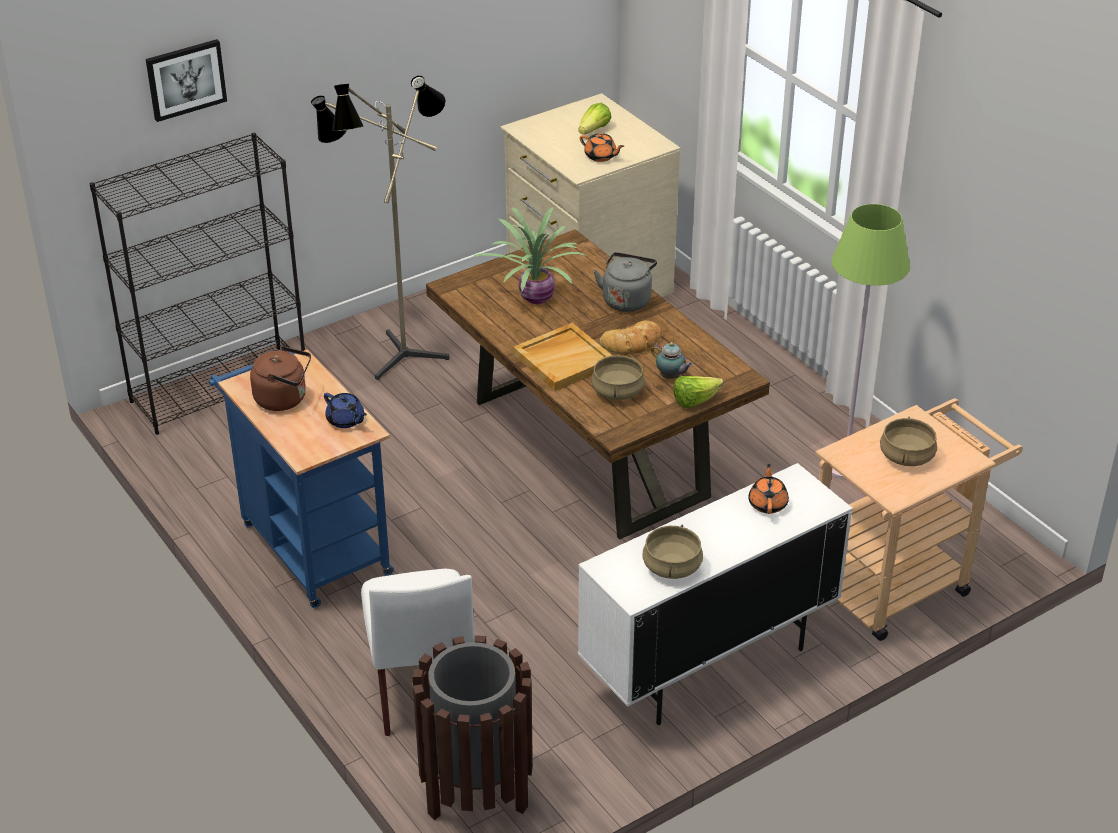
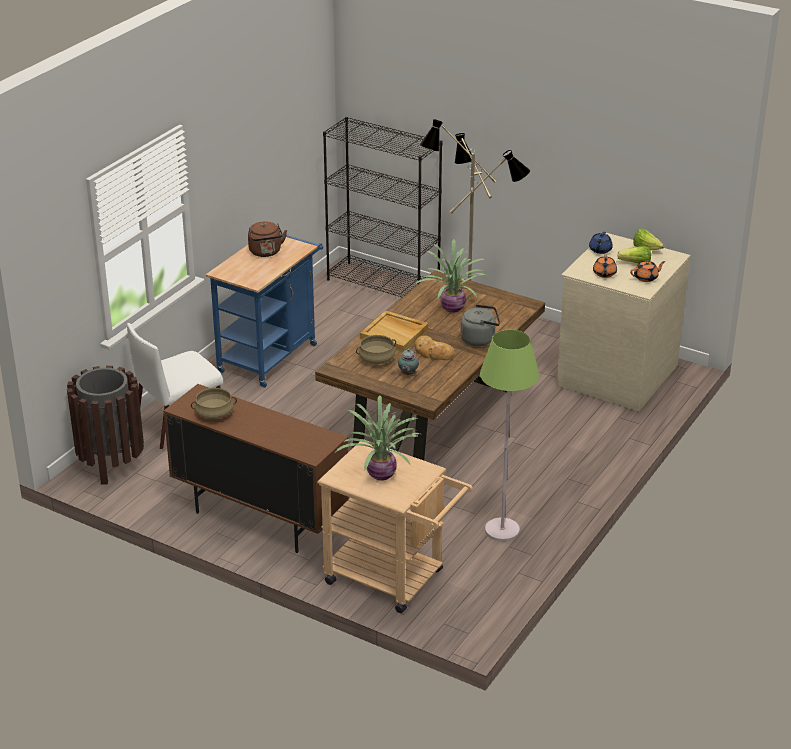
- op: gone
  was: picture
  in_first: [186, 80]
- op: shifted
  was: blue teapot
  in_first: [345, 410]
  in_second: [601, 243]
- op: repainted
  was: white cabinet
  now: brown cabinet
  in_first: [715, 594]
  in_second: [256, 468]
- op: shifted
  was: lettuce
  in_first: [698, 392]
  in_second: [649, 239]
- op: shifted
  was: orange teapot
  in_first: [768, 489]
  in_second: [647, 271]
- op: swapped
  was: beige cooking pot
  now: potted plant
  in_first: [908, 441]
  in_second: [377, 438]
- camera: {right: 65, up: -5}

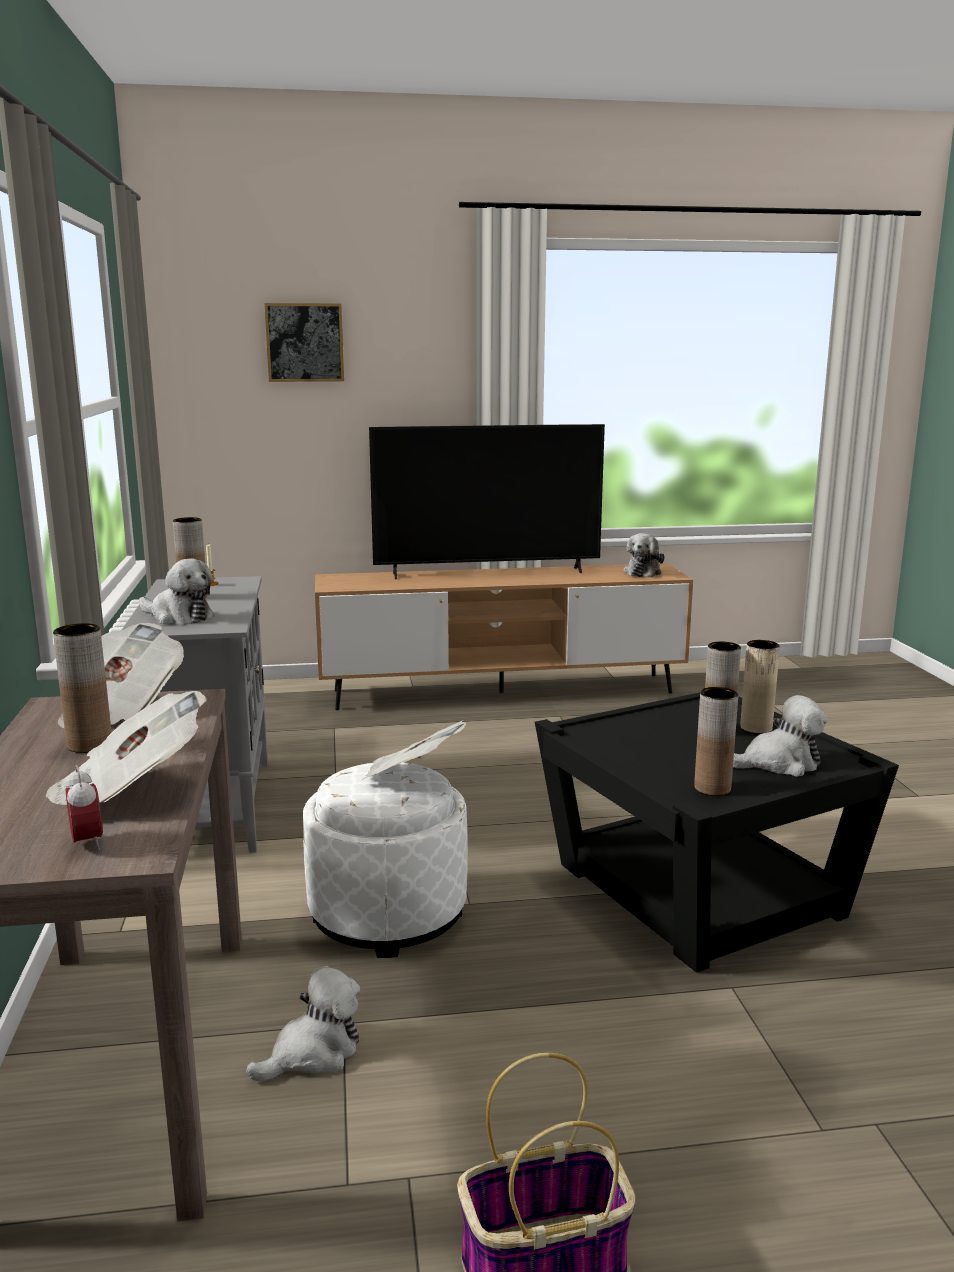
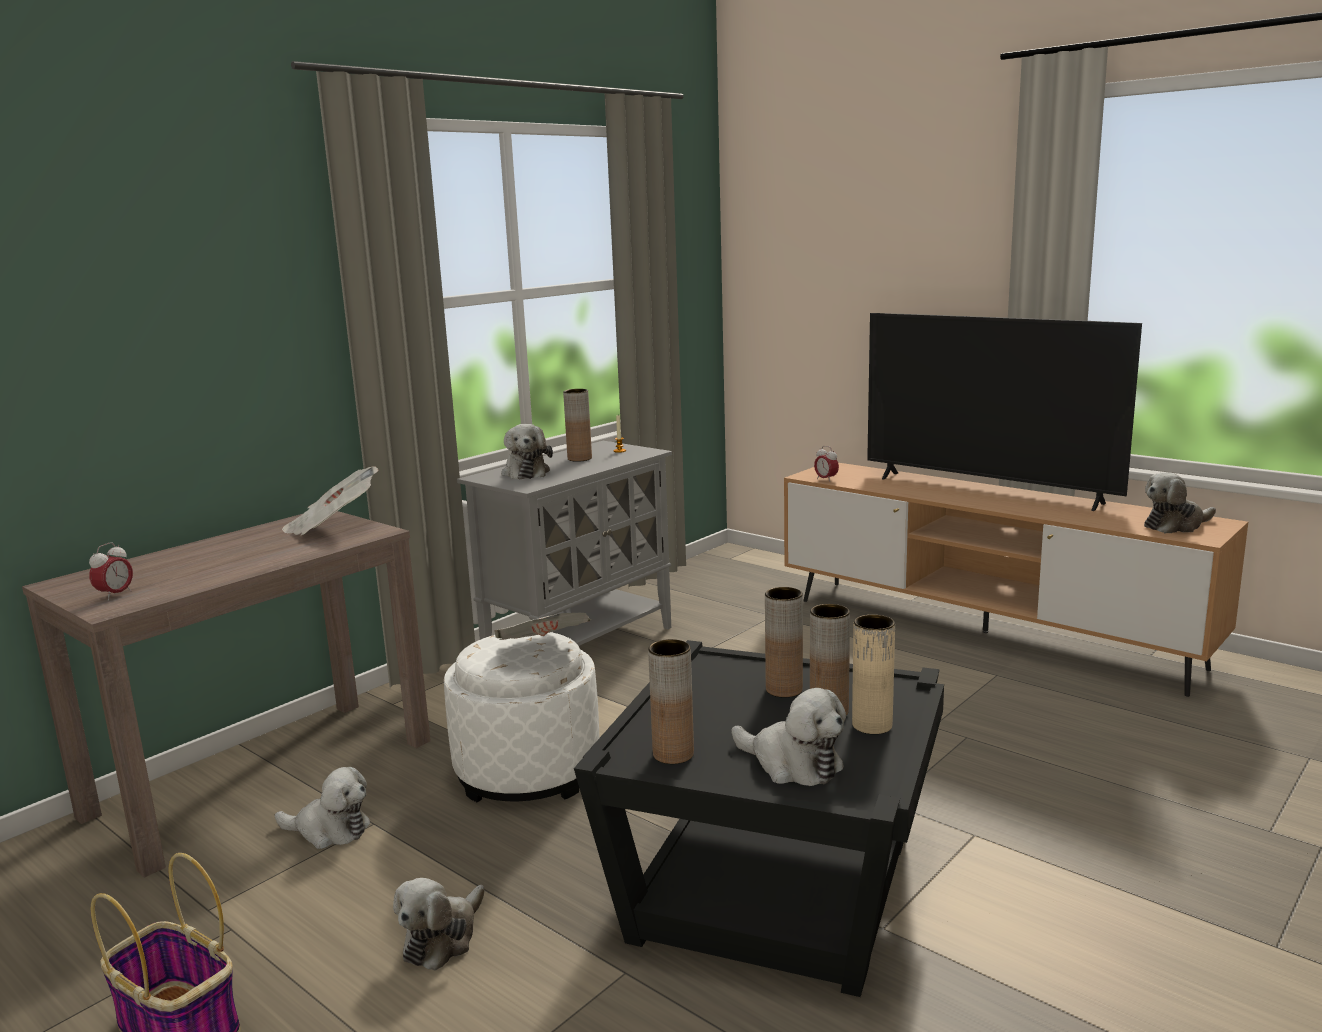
- op: gone
  was: newspaper
  in_first: [126, 748]
- op: shifted
  was: brown vase
  in_first: [82, 688]
  in_second: [784, 642]
- op: gone
  was: picture
  in_first: [304, 342]
- op: new
  now: plush toy
  in_second: [439, 924]
- op: new
  now: alarm clock
  in_second: [826, 464]
- camera: {right: 50, up: 0}

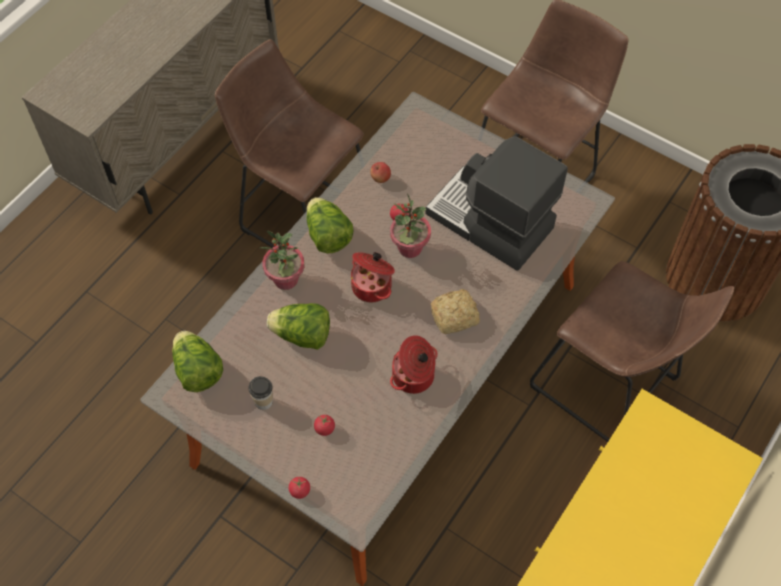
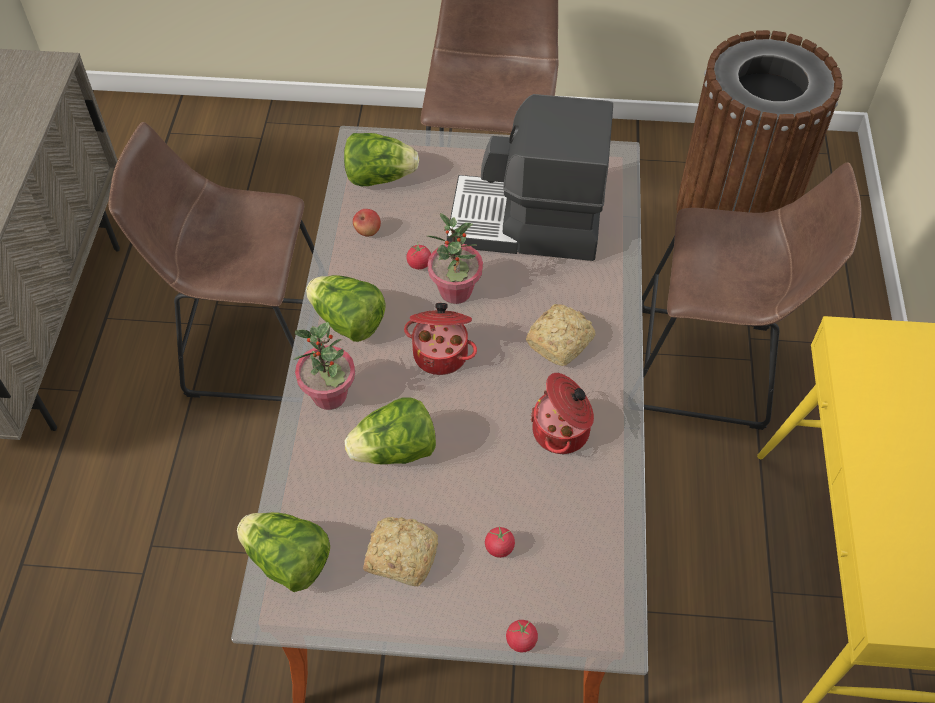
- op: swapped
  was: cup
  now: bread
  in_first: [260, 393]
  in_second: [400, 551]
- op: new
  now: lettuce
  in_second: [381, 159]
- camera: {right: -30, up: -5}

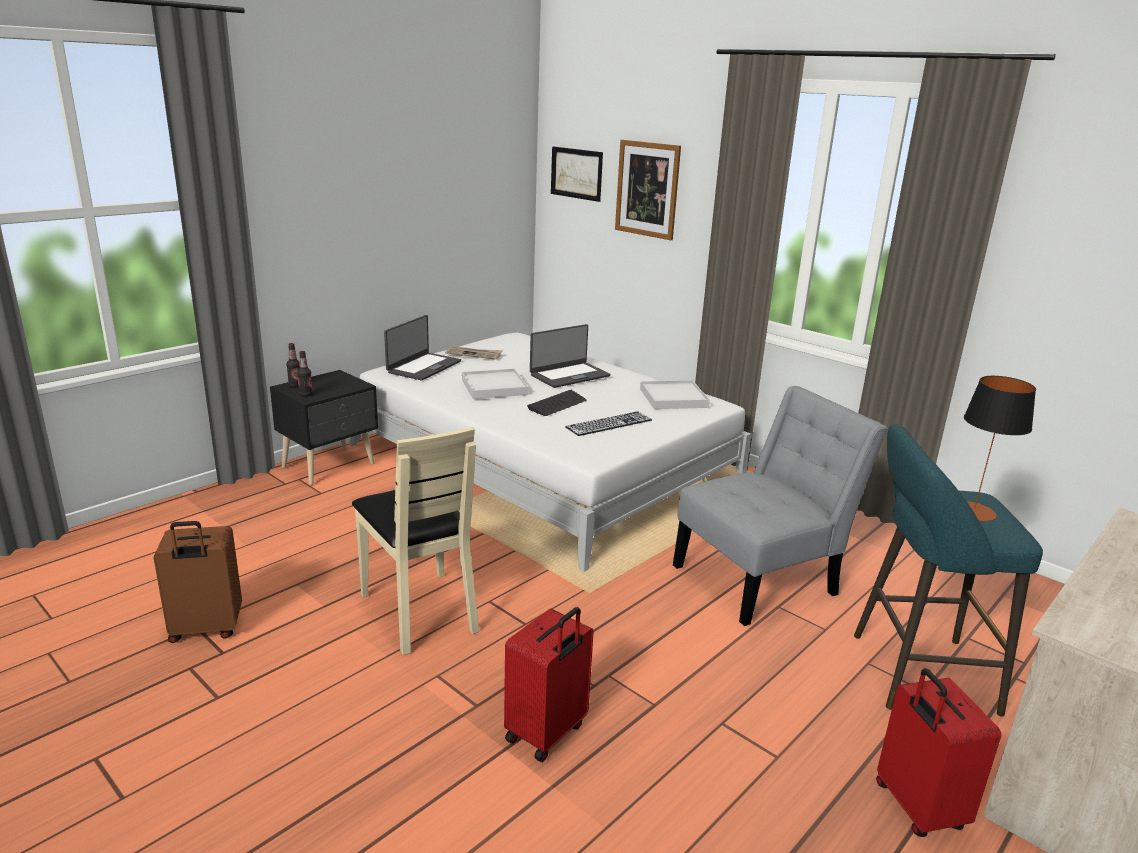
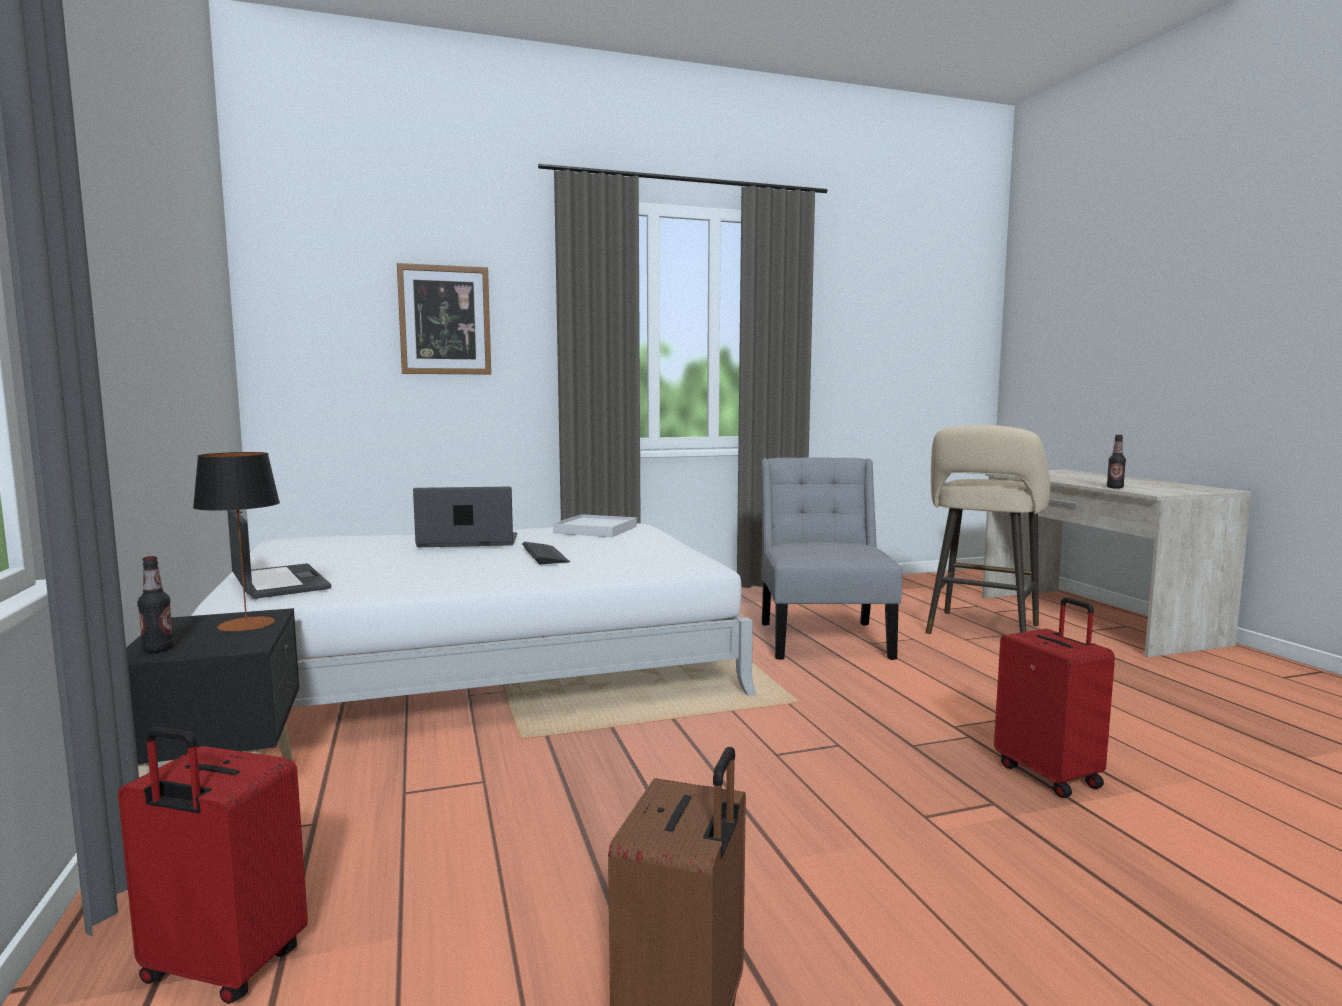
- op: shifted
  was: bottle
  in_first: [305, 374]
  in_second: [1116, 462]
- op: gone
  was: beige chair
  in_first: [415, 541]
- op: gone
  was: newspaper
  in_first: [474, 353]
- op: gone
  was: white tray
  in_first: [495, 384]
- op: rotated
  was: laptop
  in_first: [570, 356]
  in_second: [465, 517]
  clockwise: -90
- op: gone
  was: picture
  in_first: [577, 174]
- op: gone
  was: keyboard
  in_first: [608, 424]
- op: repainted
  was: turquoise stool
  now: beige stool
  in_first: [948, 570]
  in_second: [988, 529]
- op: shifted
  was: red suitcase
  in_first: [938, 752]
  in_second: [213, 865]
- op: shifted
  was: table lamp
  in_first: [1000, 448]
  in_second: [236, 542]
- camera: {right: -60, up: -15}

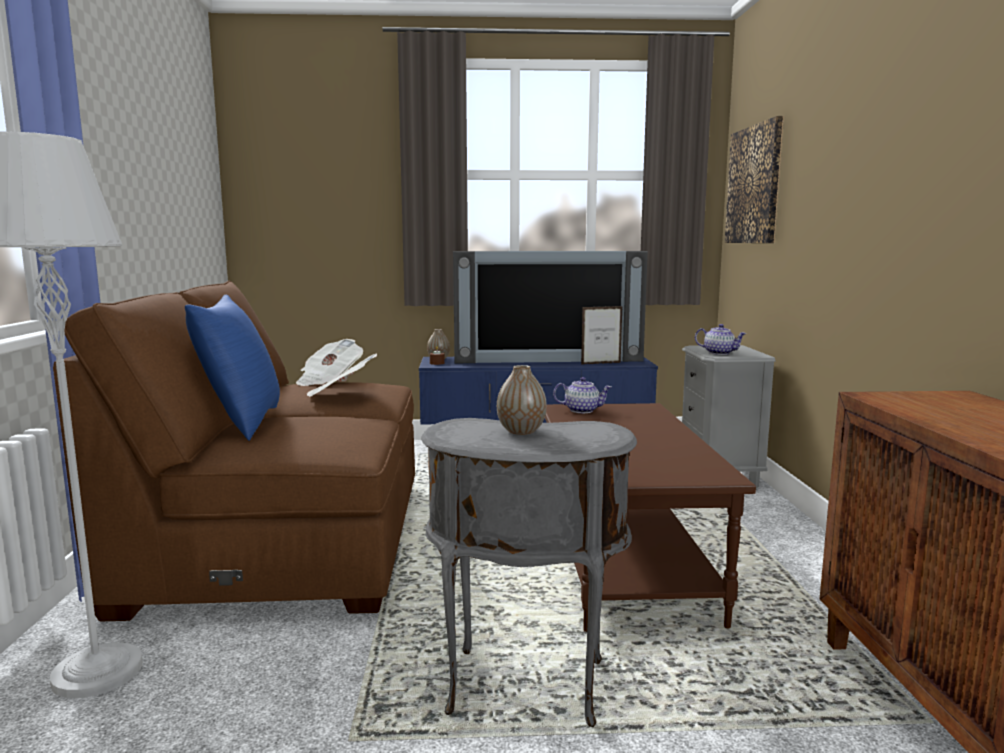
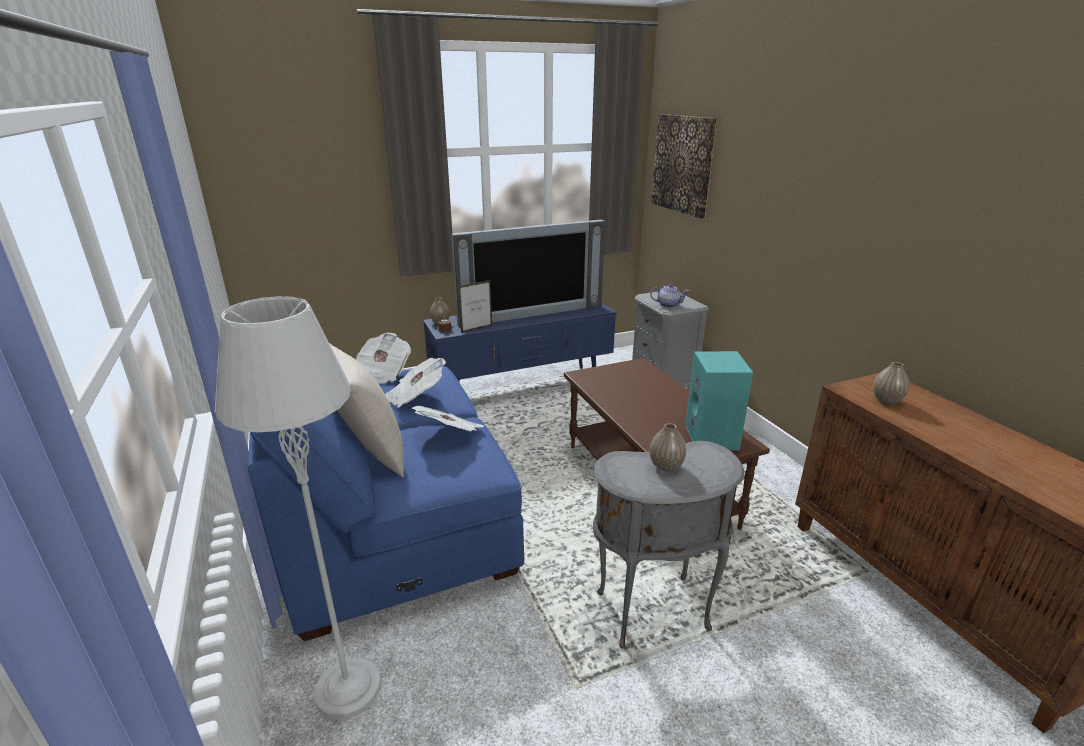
- op: repainted
  was: brown sofa
  now: blue sofa
  in_first: [234, 451]
  in_second: [386, 503]
- op: repainted
  was: blue pillow
  now: beige pillow
  in_first: [232, 368]
  in_second: [366, 410]
- op: gone
  was: teapot
  in_first: [582, 395]
- op: shifted
  was: picture frame
  in_first: [602, 335]
  in_second: [475, 306]
- op: new
  now: newspaper
  in_second: [448, 418]
- op: new
  now: turquoise speaker
  in_second: [719, 400]
- op: new
  now: vase
  in_second: [891, 383]
- camera: {right: -20, up: 15}

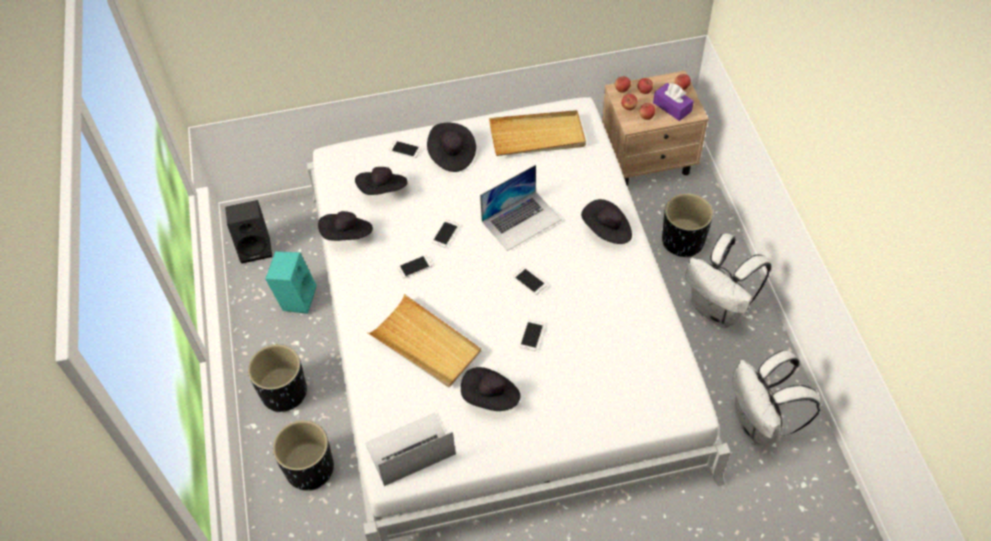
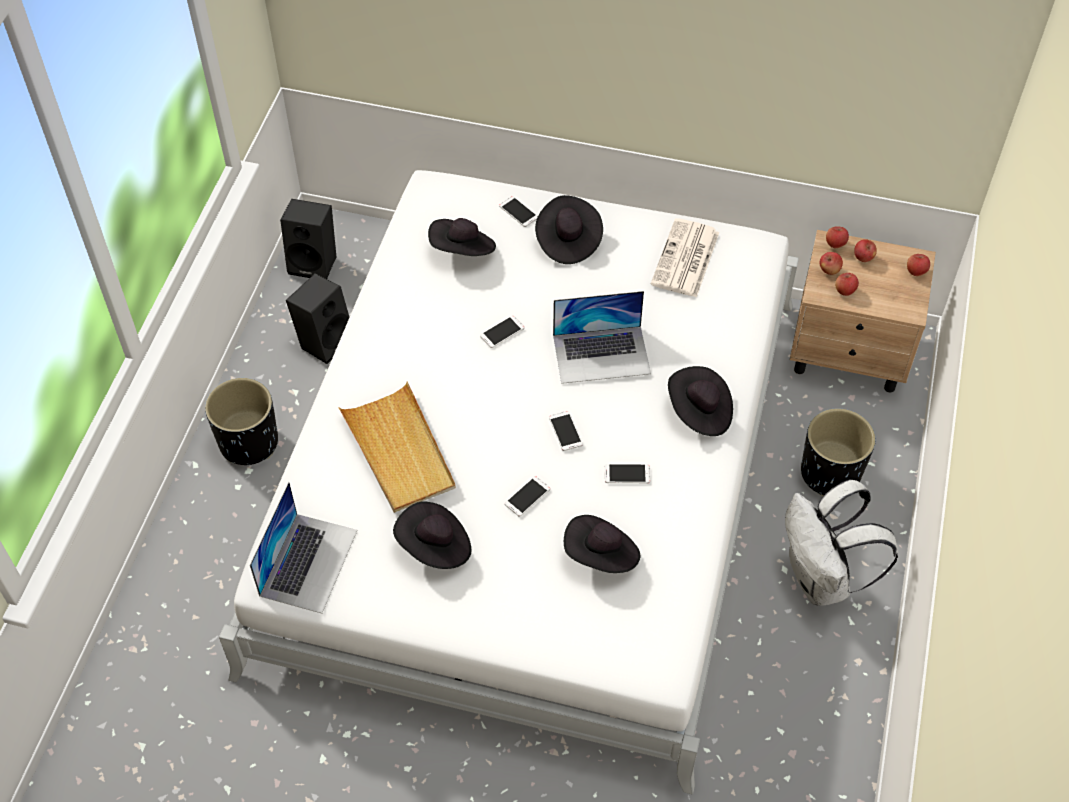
- op: repainted
  was: turquoise speaker
  now: black speaker
  in_first: [290, 282]
  in_second: [317, 318]
- op: gone
  was: black planter
  in_first: [303, 455]
- op: shifted
  was: black hat
  in_first: [345, 226]
  in_second: [602, 544]
- op: rotated
  was: laptop
  in_first: [410, 449]
  in_second: [303, 547]
  clockwise: 105
- op: shifted
  was: phone
  in_first: [414, 266]
  in_second: [627, 473]
- op: swapped
  was: beige tray
  now: newspaper
  in_first: [537, 133]
  in_second: [685, 258]
- op: gone
  was: purple tissue box
  in_first: [673, 102]
- op: gone
  was: white backpack
  in_first: [776, 398]
- camera: {right: 25, up: 0}

